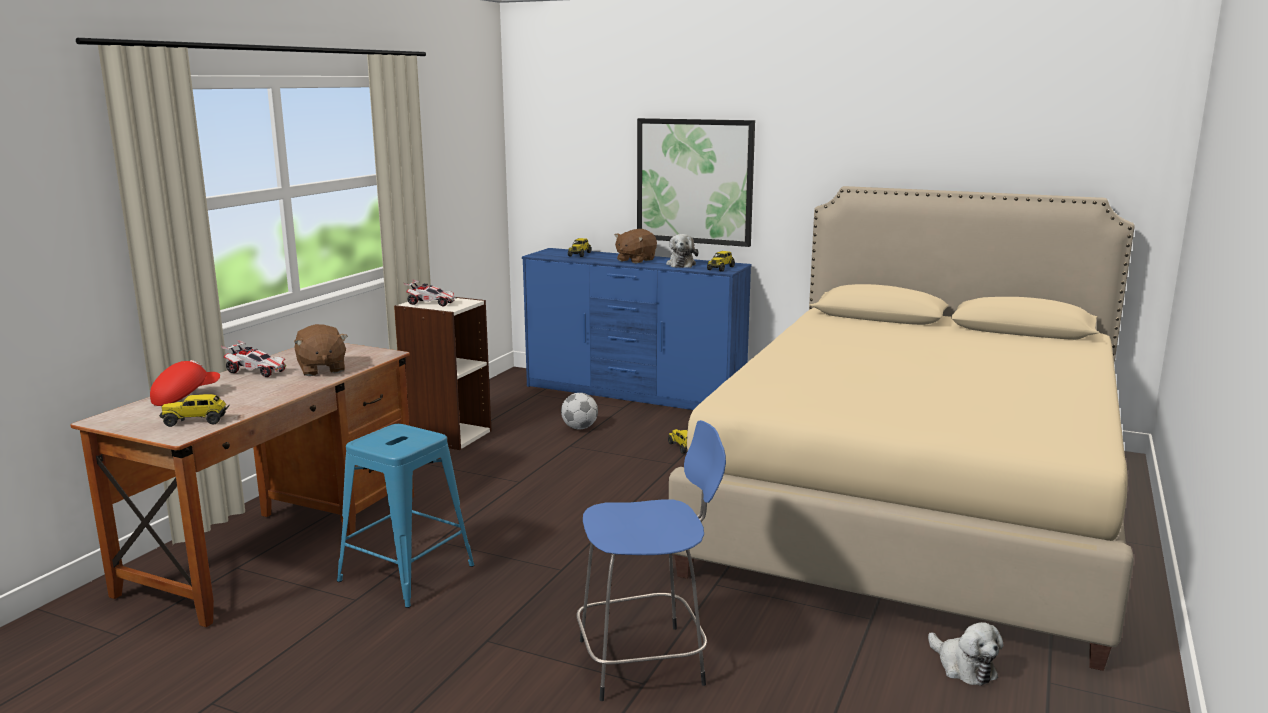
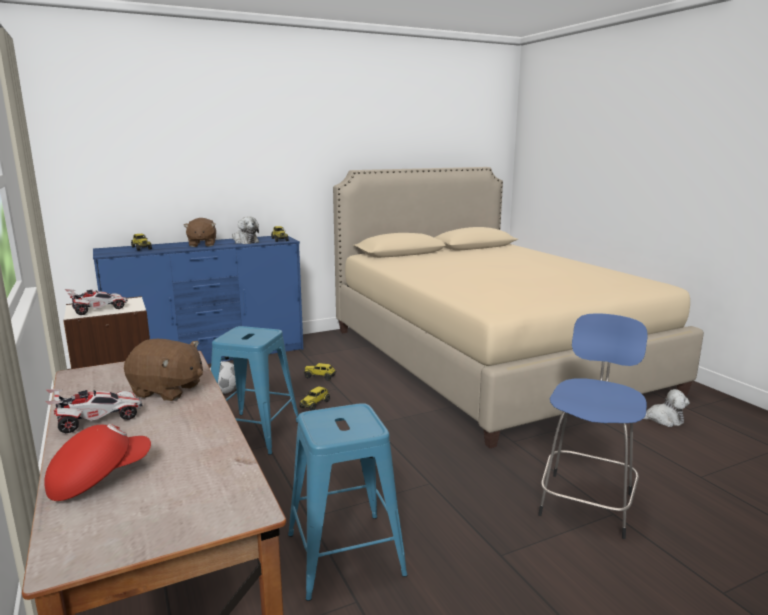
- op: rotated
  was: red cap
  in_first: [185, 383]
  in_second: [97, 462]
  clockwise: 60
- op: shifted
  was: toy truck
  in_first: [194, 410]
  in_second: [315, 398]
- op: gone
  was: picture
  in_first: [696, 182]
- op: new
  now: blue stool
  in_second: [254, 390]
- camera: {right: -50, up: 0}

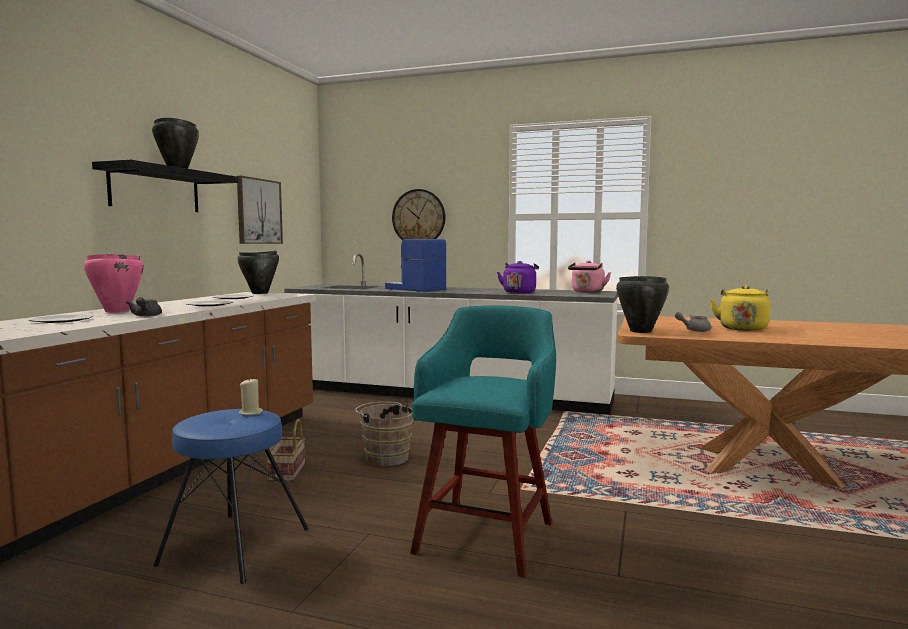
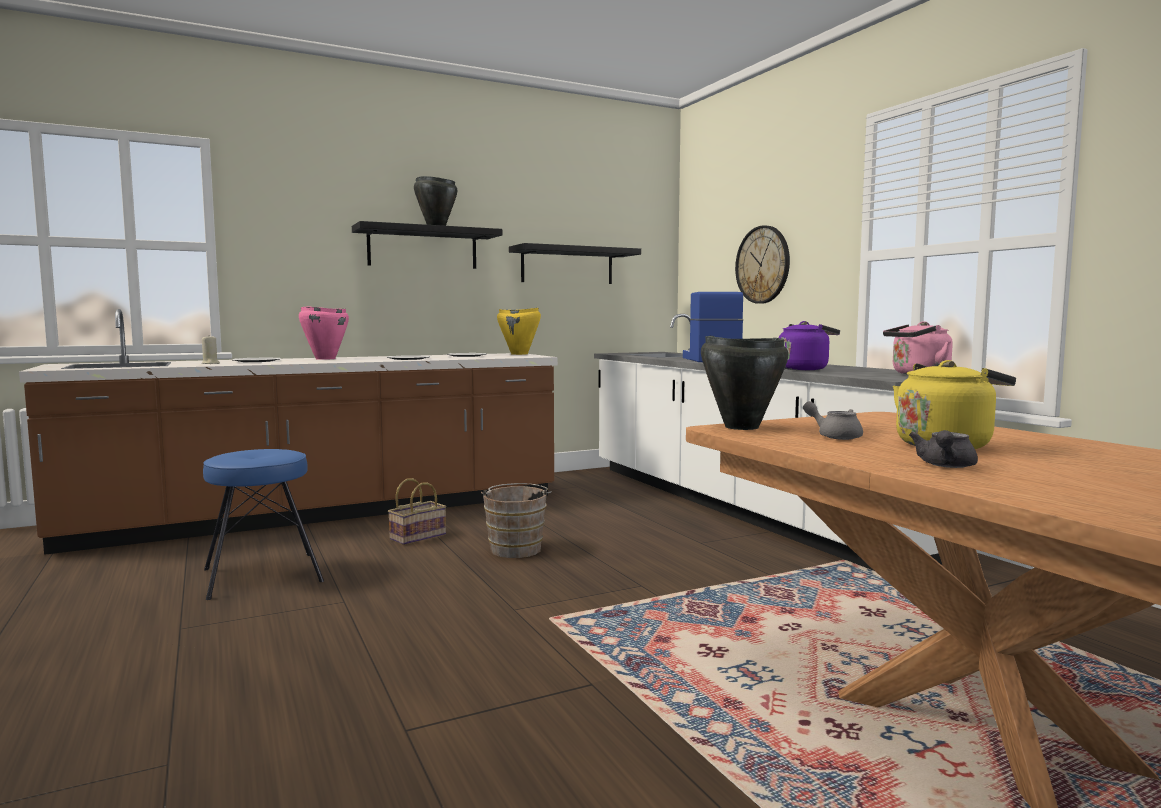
- op: shifted
  was: grey teapot
  in_first: [144, 307]
  in_second: [943, 449]
- op: swapped
  was: picture
  now: black shelf
  in_first: [260, 210]
  in_second: [575, 263]
- op: repainted
  was: black cooking pot
  now: yellow cooking pot
  in_first: [258, 272]
  in_second: [519, 331]
- op: shifted
  was: beige candle
  in_first: [251, 396]
  in_second: [211, 350]
- op: gone
  was: turquoise stool
  in_first: [483, 442]
- camera: {right: 45, up: 0}

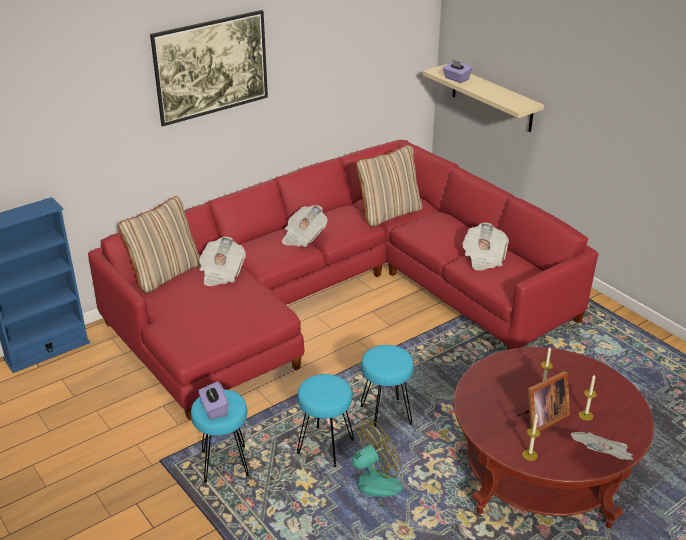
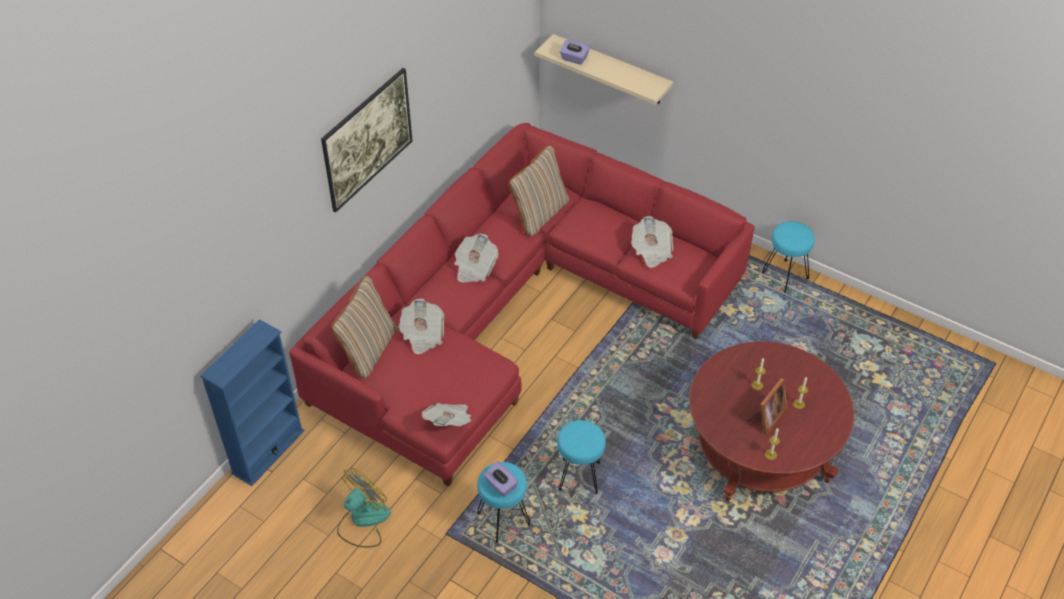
- op: shifted
  was: fan
  in_first: [370, 468]
  in_second: [364, 508]
- op: shifted
  was: turquoise stool
  in_first: [387, 386]
  in_second: [788, 257]
- op: shifted
  was: newspaper
  in_first: [602, 446]
  in_second: [446, 414]
- camera: {right: -20, up: 15}

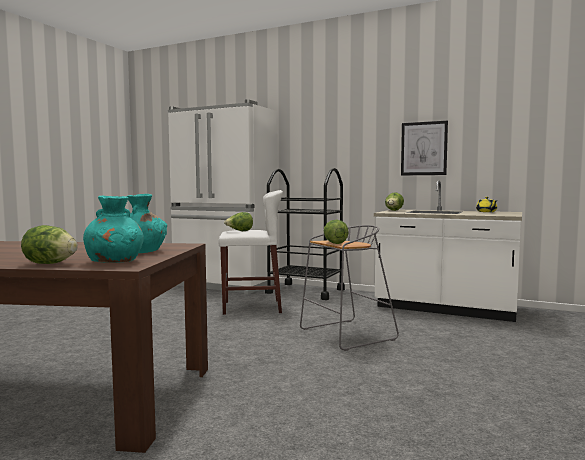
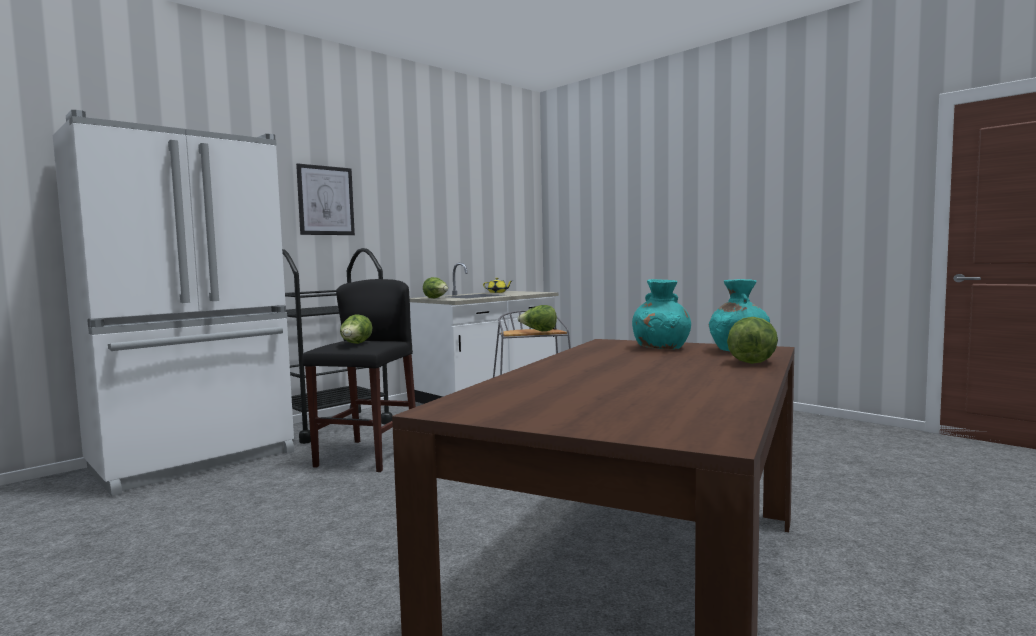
- op: repainted
  was: white stool
  now: black stool
  in_first: [250, 252]
  in_second: [359, 375]
- op: shifted
  was: picture
  in_first: [424, 147]
  in_second: [325, 199]
- camera: {right: -70, up: 0}

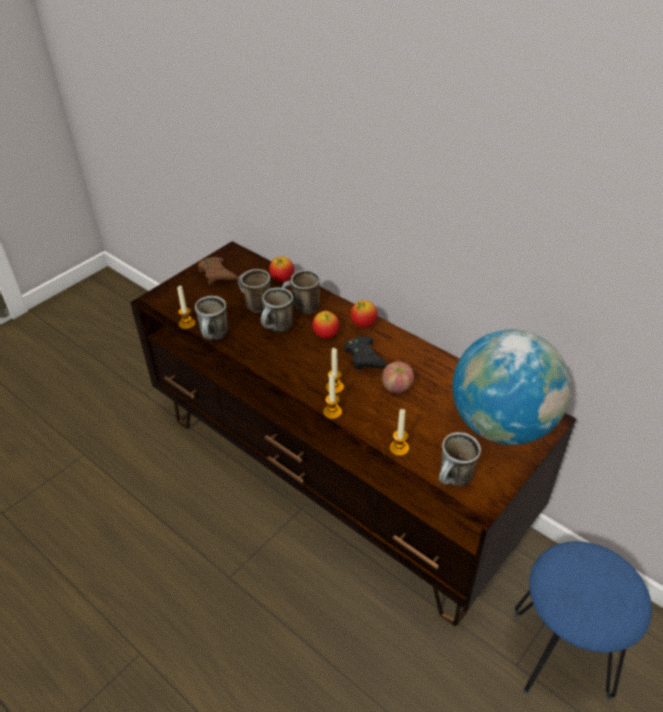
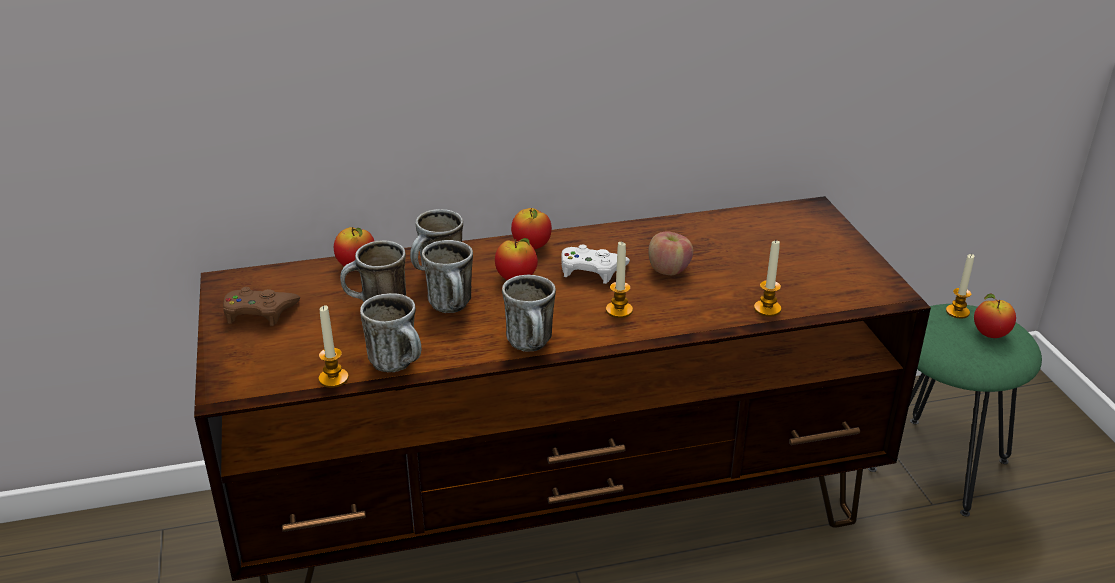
- op: shifted
  was: candle
  in_first: [332, 396]
  in_second: [960, 286]
- op: repainted
  was: black game controller
  now: white game controller
  in_first: [366, 353]
  in_second: [595, 264]
- op: shifted
  was: mug
  in_first: [460, 459]
  in_second: [529, 313]
- op: gone
  was: globe
  in_first: [511, 387]
- op: repainted
  was: blue stool
  now: green stool
  in_first: [583, 620]
  in_second: [955, 410]
- op: new
  now: apple
  in_second: [995, 316]
- camera: {right: -55, up: -10}

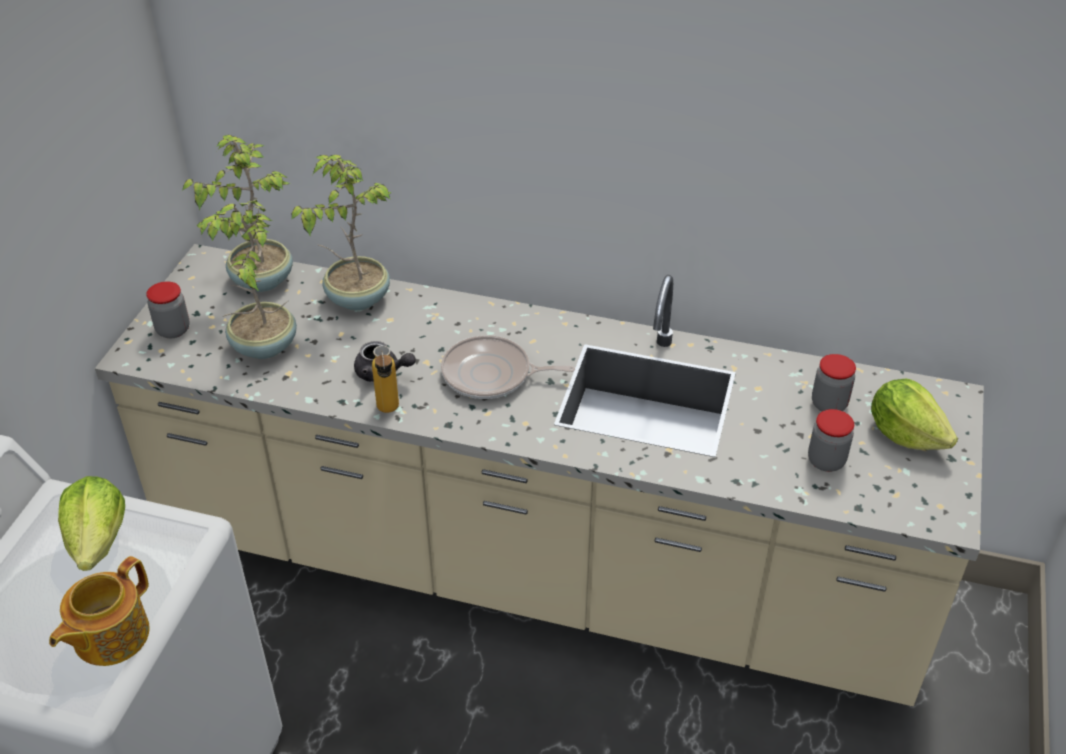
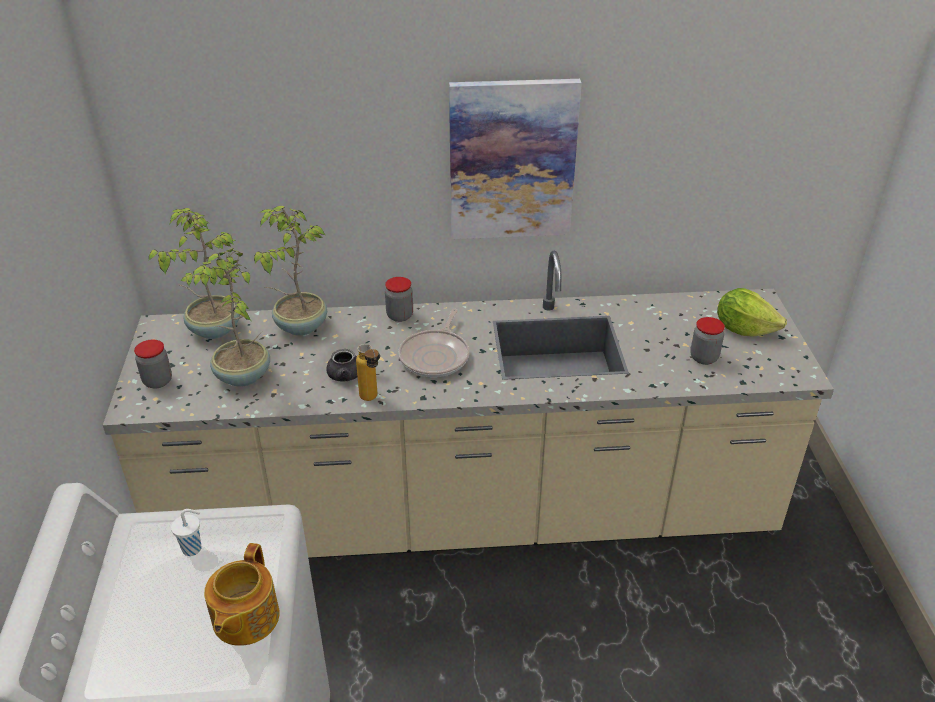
- op: swapped
  was: lettuce
  now: white cup
  in_first: [91, 523]
  in_second: [186, 532]
- op: rotated
  was: frying pan
  in_first: [508, 367]
  in_second: [434, 343]
  clockwise: -60
- op: shifted
  was: jar
  in_first: [834, 383]
  in_second: [399, 299]
- op: new
  now: picture
  in_second: [515, 159]
- camera: {right: -20, up: -5}

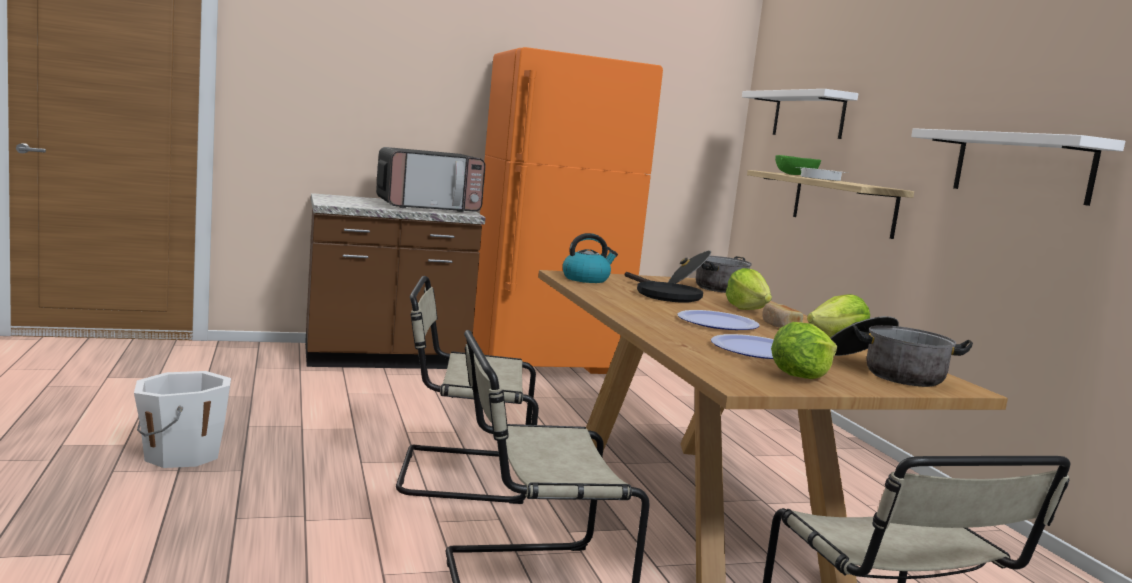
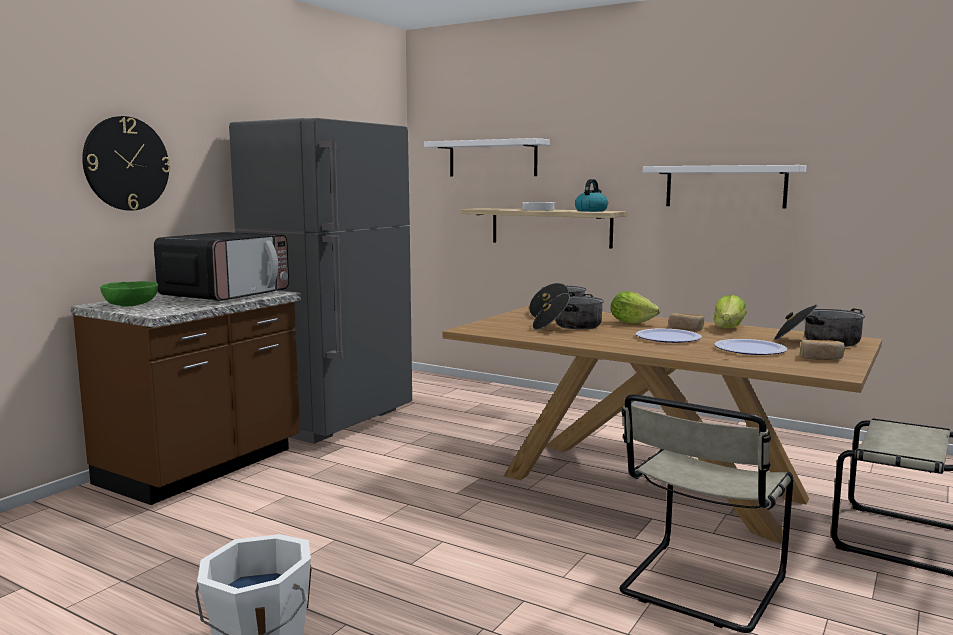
- op: gone
  was: beige chair
  in_first: [467, 390]
- op: repainted
  was: orange fridge
  now: grey fridge
  in_first: [568, 210]
  in_second: [320, 281]
- op: shifted
  was: kettle
  in_first: [590, 258]
  in_second: [591, 195]
- op: swapped
  was: black frying pan
  now: cooking pot
  in_first: [664, 287]
  in_second: [568, 311]
- op: swapped
  was: lettuce
  now: bread
  in_first: [804, 350]
  in_second: [822, 350]
- op: shifted
  was: green bowl
  in_first: [798, 165]
  in_second: [129, 294]
- op: new
  now: wall clock
  in_second: [126, 163]
- camera: {right: -40, up: 0}

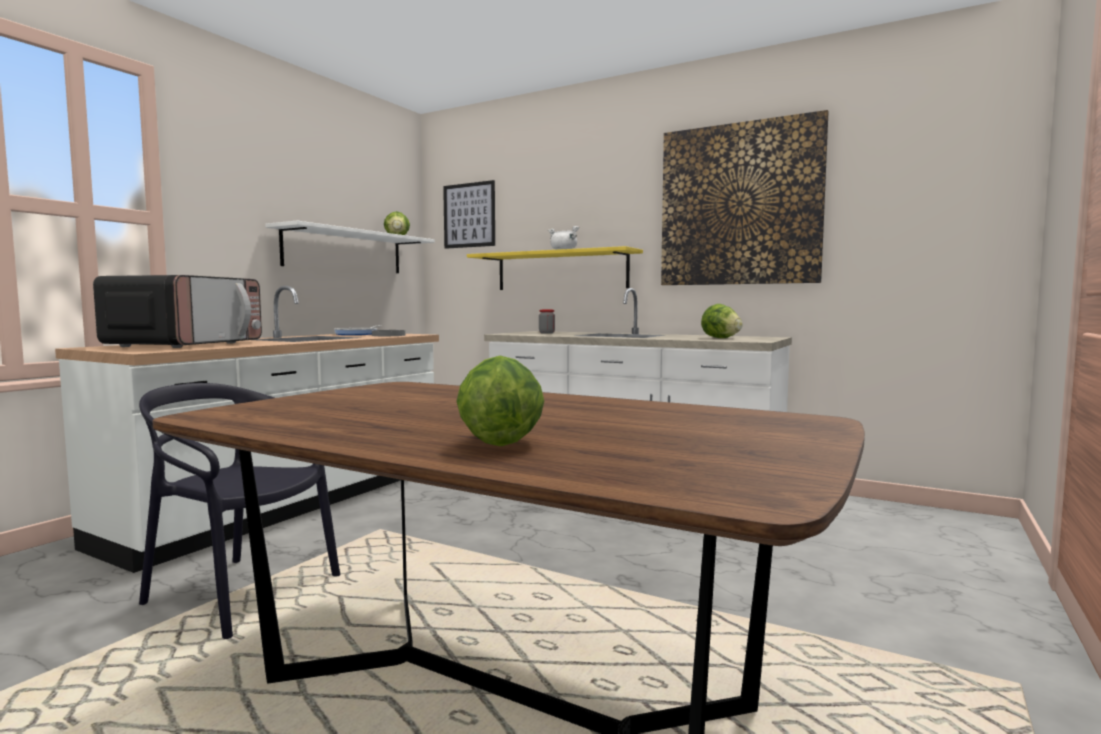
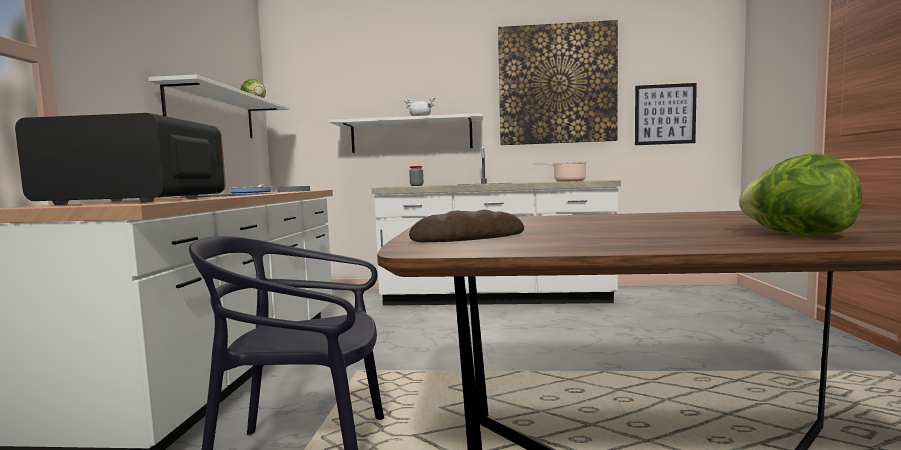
- op: rotated
  was: microwave
  in_first: [177, 311]
  in_second: [120, 159]
  clockwise: -75
- op: shifted
  was: picture
  in_first: [469, 214]
  in_second: [666, 114]
- op: repainted
  was: yellow shelf
  now: white shelf
  in_first: [555, 268]
  in_second: [406, 133]
- op: swapped
  was: lettuce
  now: cooking pot
  in_first: [722, 321]
  in_second: [560, 172]
- op: new
  now: bread
  in_second: [466, 226]
- camera: {right: -25, up: 0}

